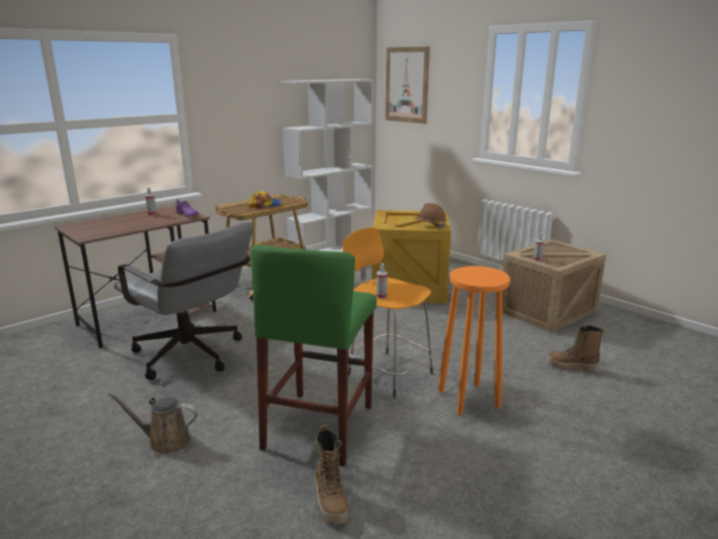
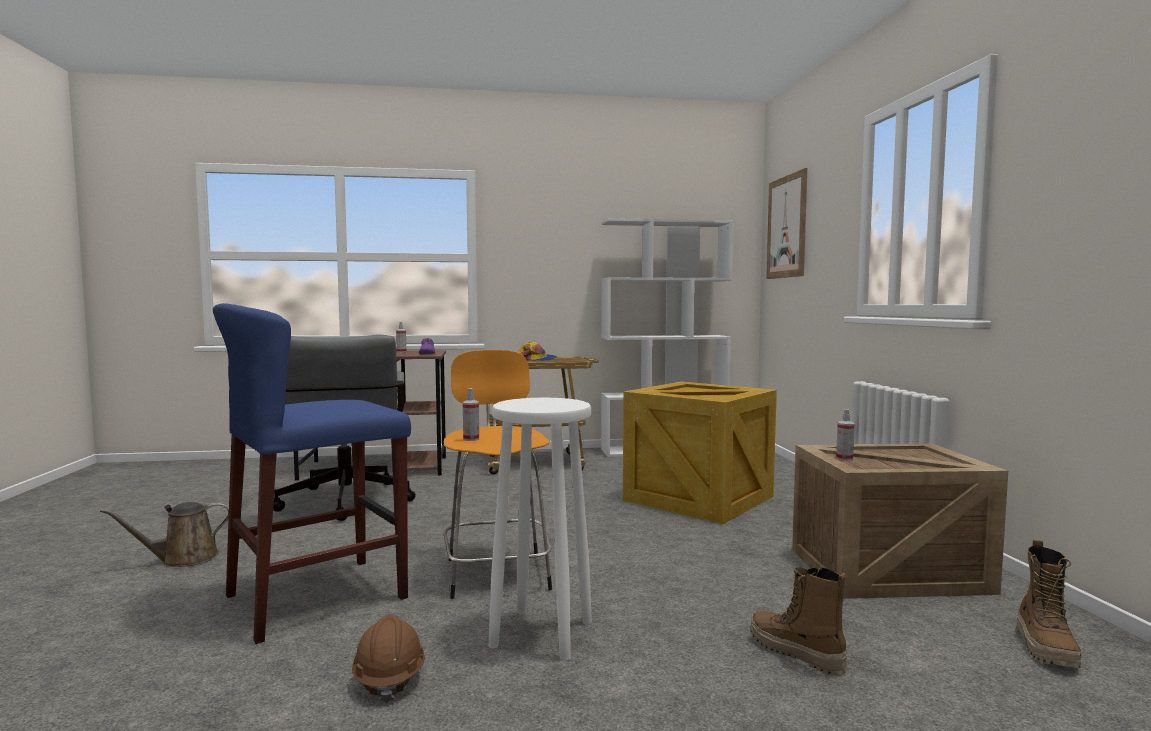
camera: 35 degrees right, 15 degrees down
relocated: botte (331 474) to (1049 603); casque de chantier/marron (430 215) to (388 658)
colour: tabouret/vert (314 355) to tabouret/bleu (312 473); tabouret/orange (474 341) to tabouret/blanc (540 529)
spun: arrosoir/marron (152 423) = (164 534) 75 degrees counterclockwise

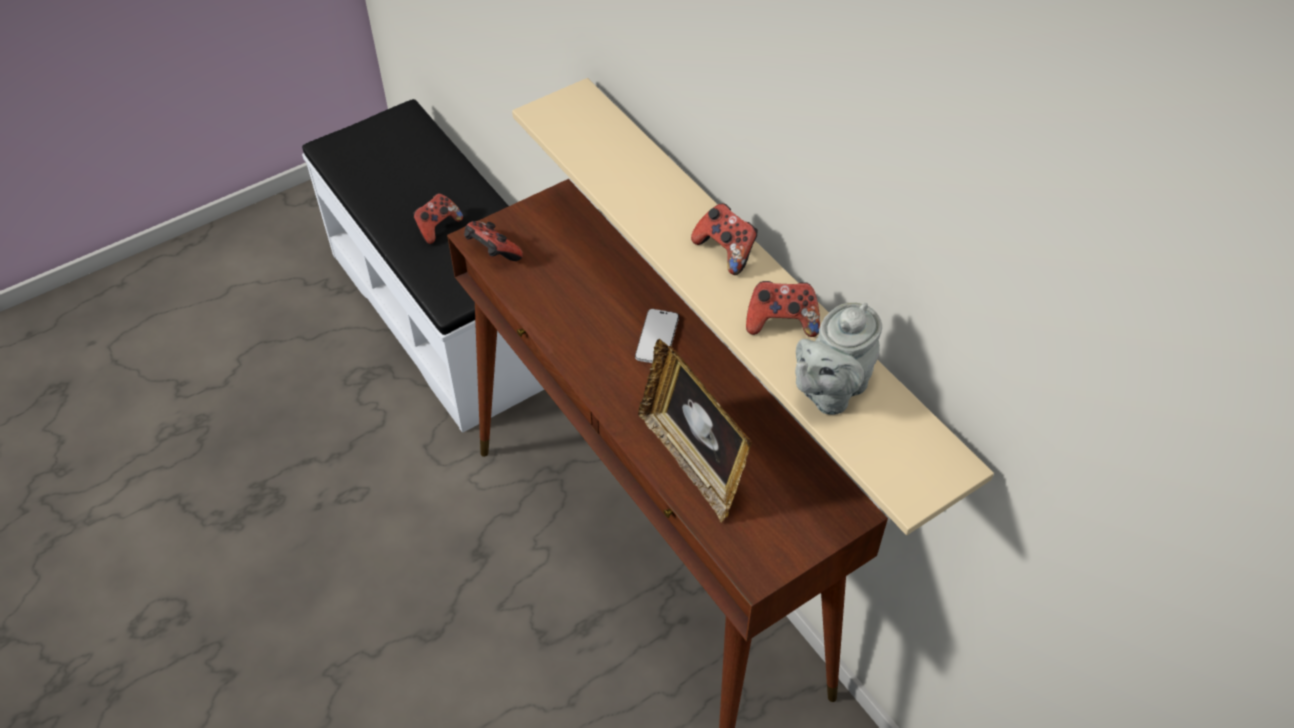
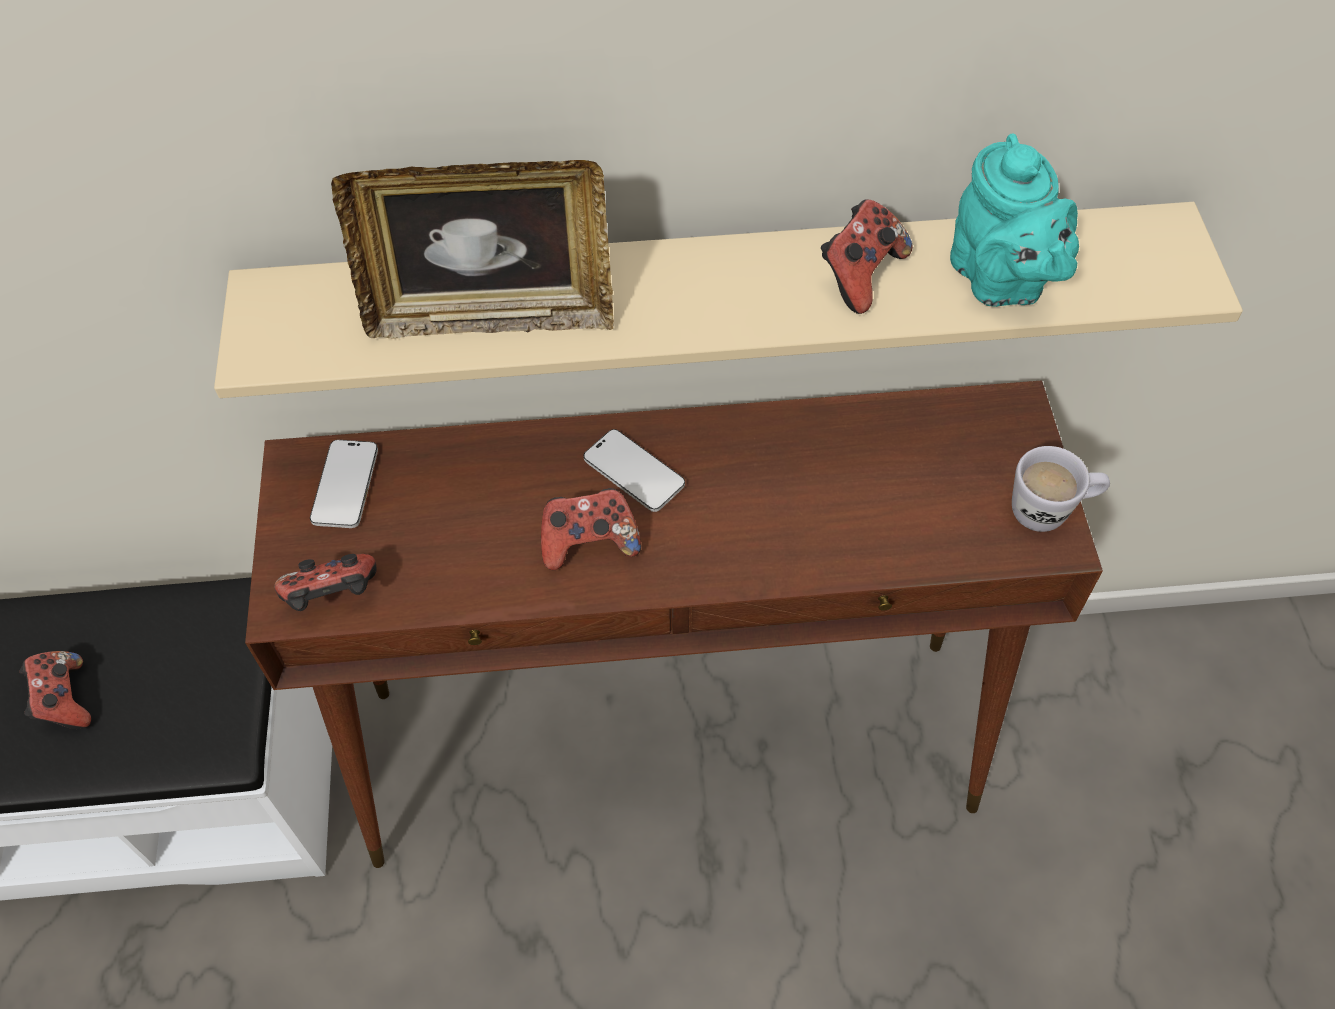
camera: 60 degrees left, 5 degrees up
appeared: téléphone (344 484); mug/blanc (1061 489)
relocated: cadre photo (695 431) to (472 249); manette (724 239) to (591 529)
colour: théière/gris (838 358) to théière/turquoise (1014 220)

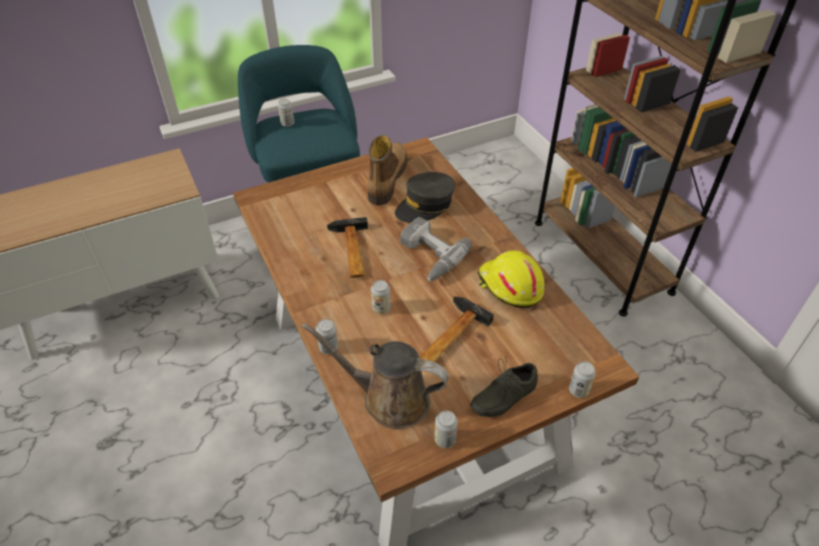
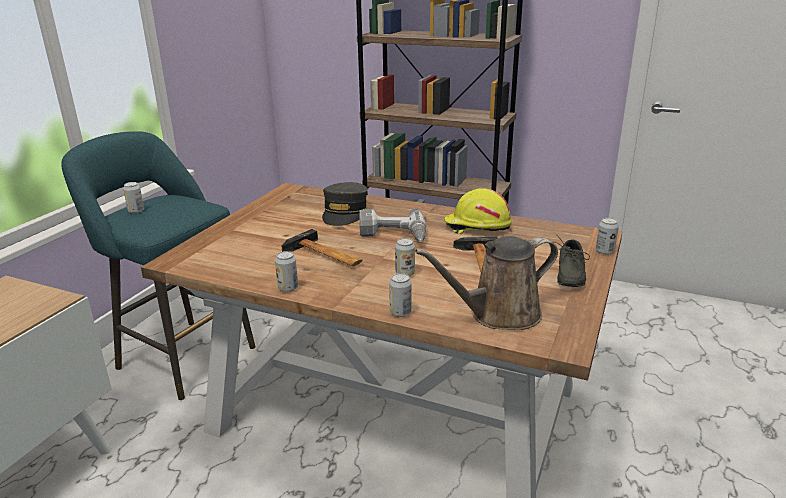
camera: 40 degrees left, 20 degrees down
missing: botte (387 170)
relocated: boîte métallique (446 429) to (286 271)

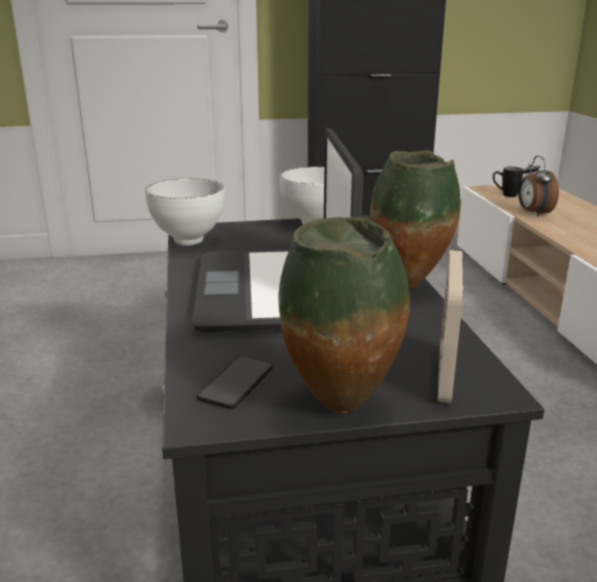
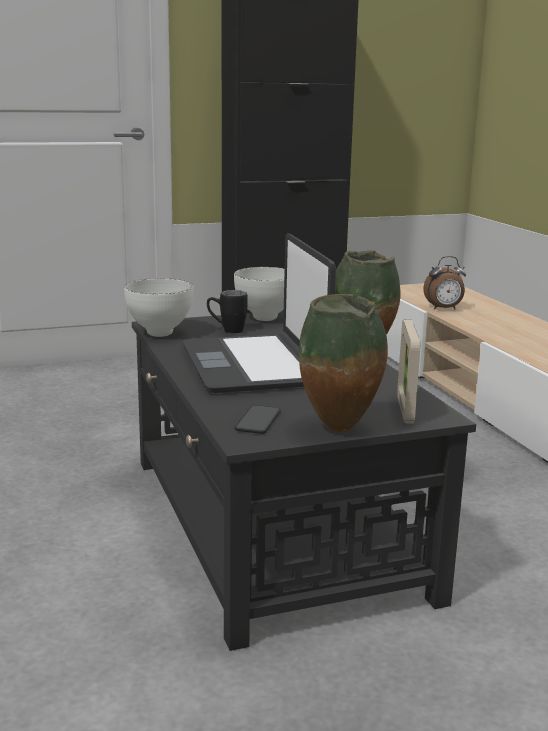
camera: 10 degrees left, 5 degrees down
relocated: mug/noir (508 182) to (227 311)
spun: réveil (538 186) = (444 283) 75 degrees counterclockwise

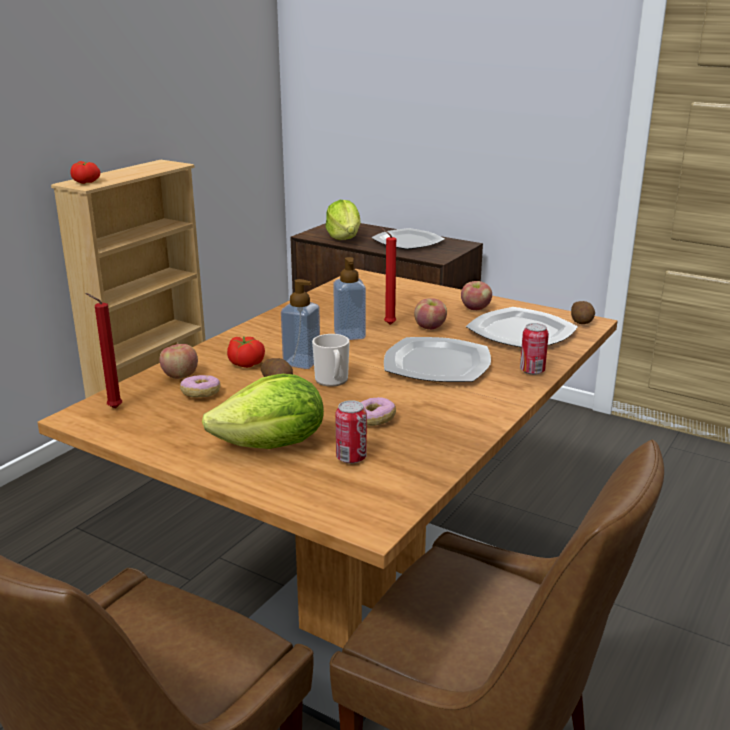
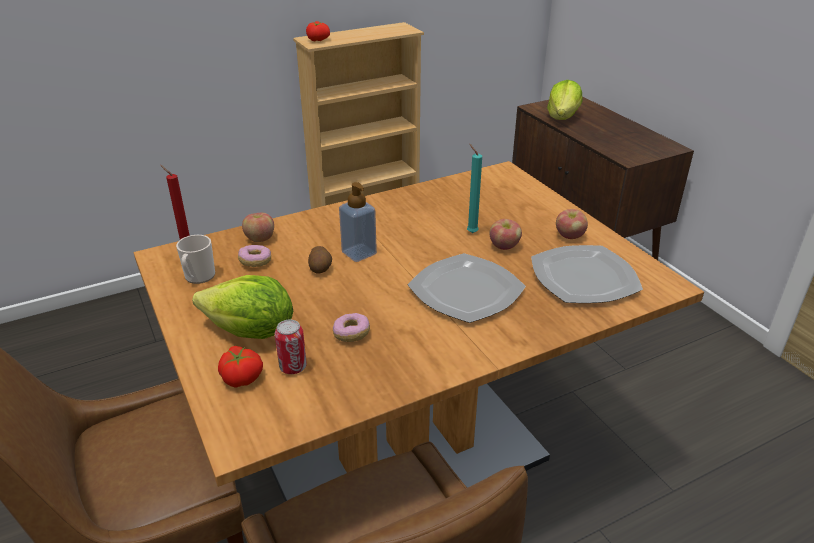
camera: 30 degrees right, 10 degrees up
missing: distributeur de savon (349 298); assiette (408 239); boîte métallique (534 349); pomme de terre (583 312)
relocated: tomate (246 352) to (240 367); mug (331 360) to (195 259)
colour: bougie/rouge (388 276) to bougie/turquoise (474 188)

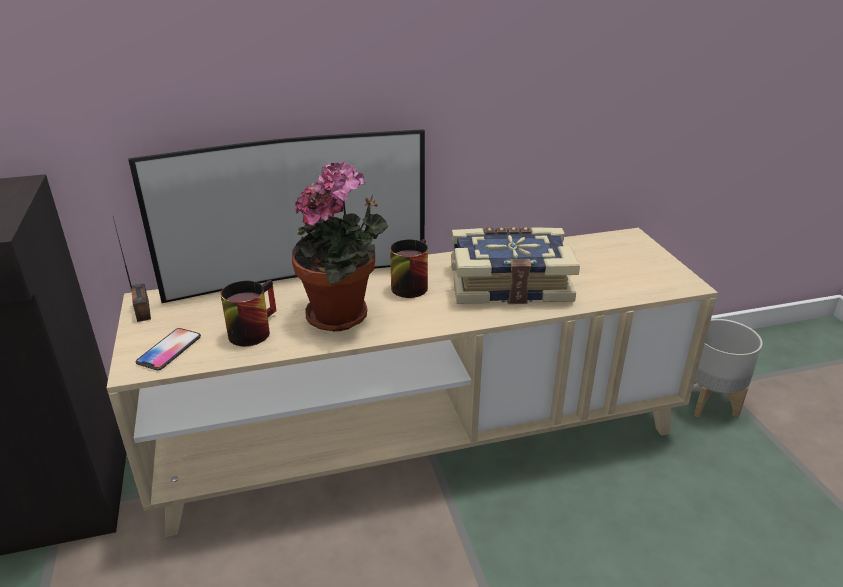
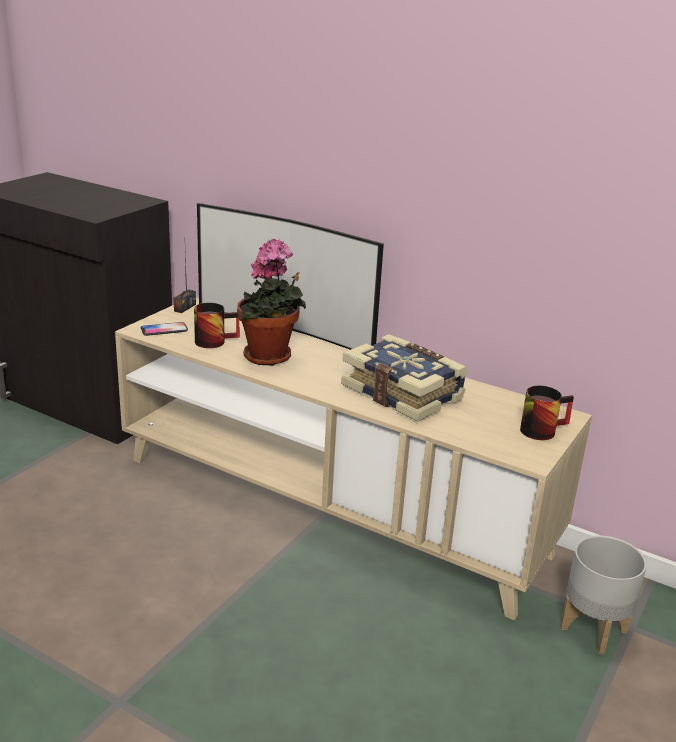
camera: 45 degrees right, 5 degrees down
relocated: mug (409 268) to (547 413)

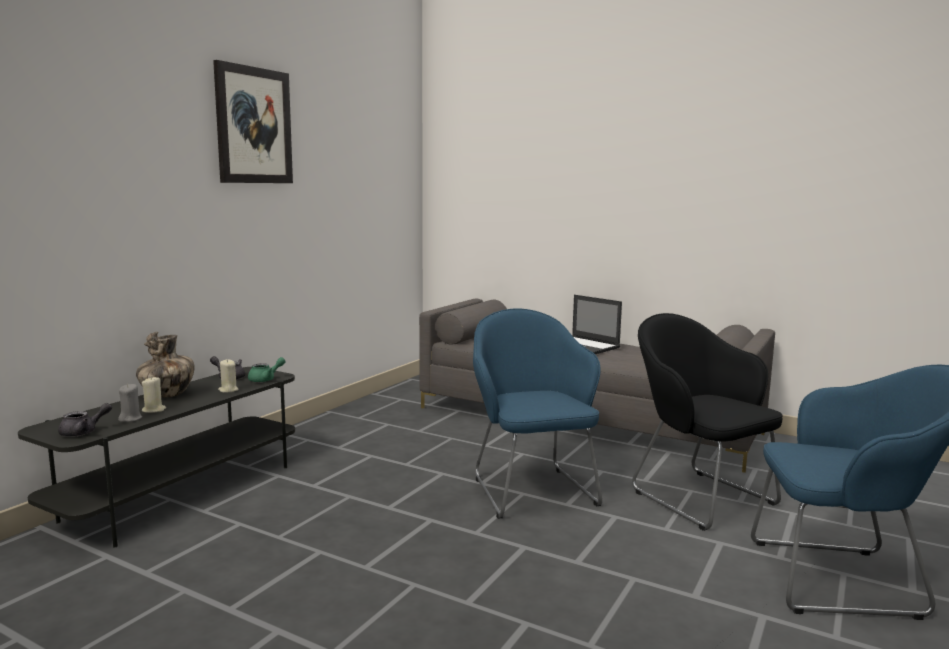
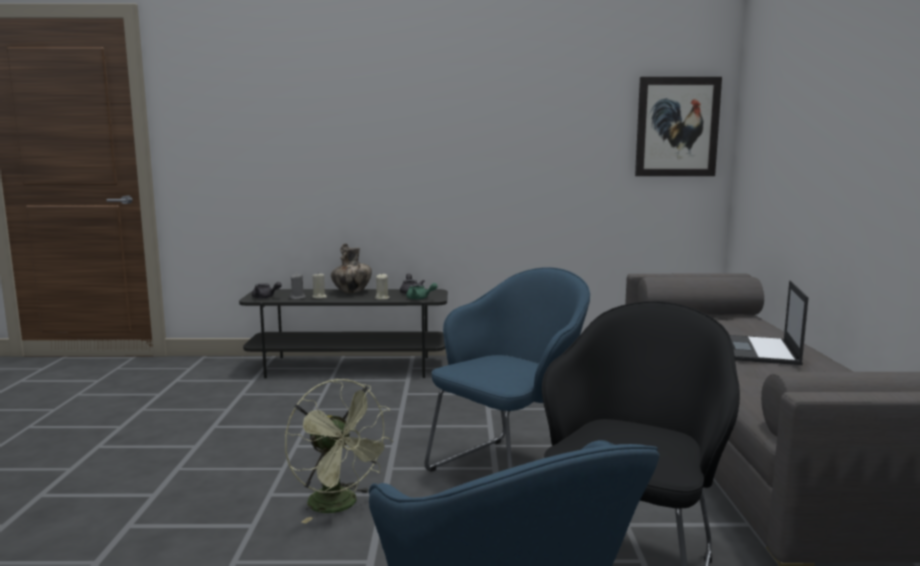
camera: 60 degrees right, 0 degrees up
appeared: ventilateur/vert (339 451)
relocated: tableau (253 121) to (678 126)

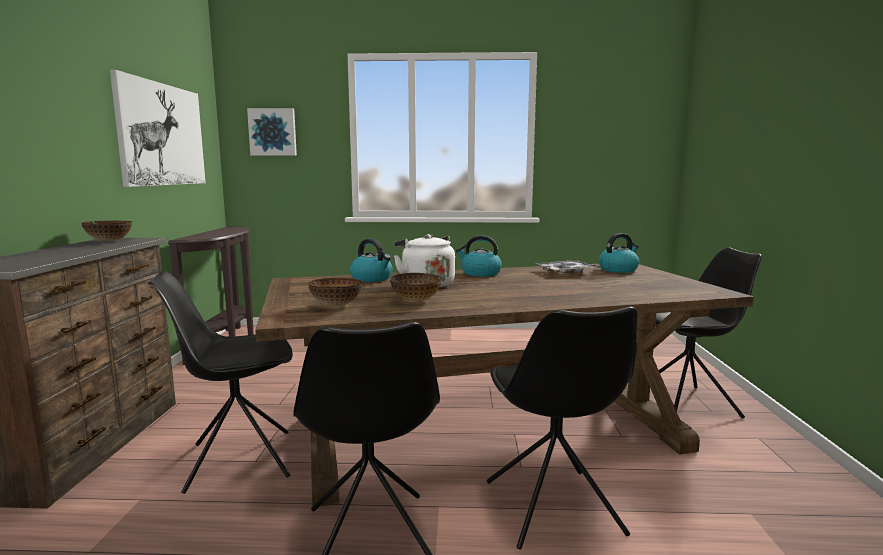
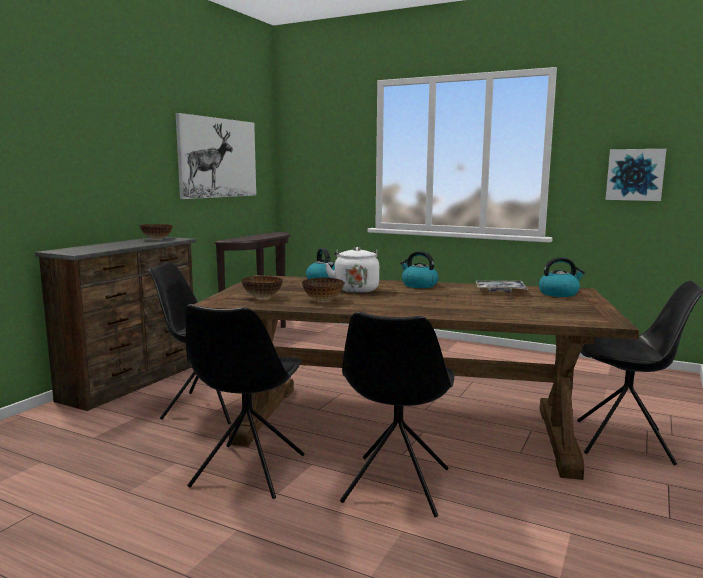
camera: 25 degrees right, 0 degrees up
relocated: tableau (272 132) to (635 175)

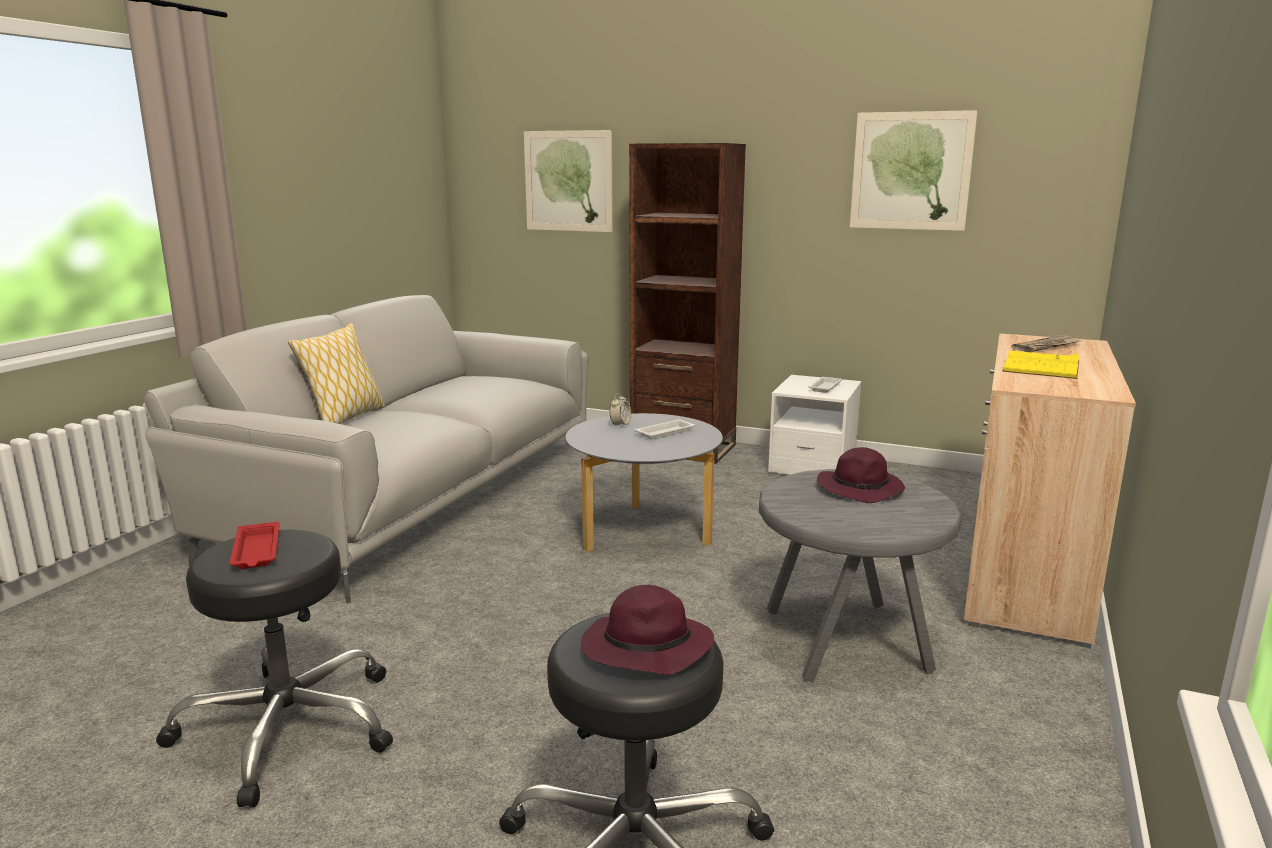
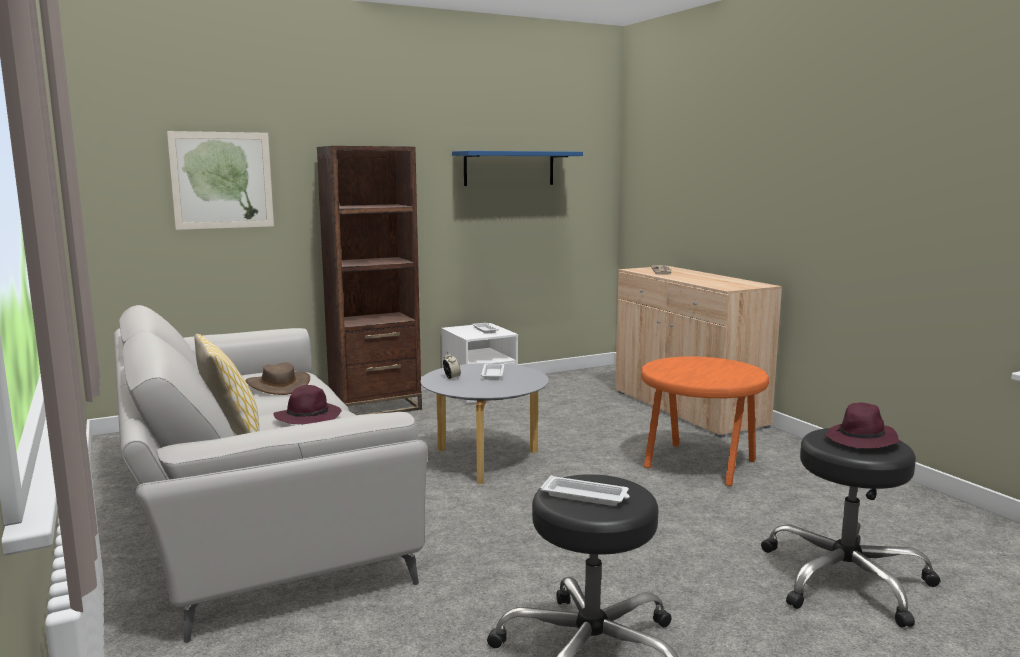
camera: 50 degrees left, 5 degrees down
missing: livre/jaune (1040 364)
appeared: chapeau/marron (278 379)
relocated: chapeau/violet (861 475) to (308 404)
exchanged: tableau (913 170) to étagère/bleu (517 168)
colour: plateau/rouge (255 545) to plateau/blanc (585 490); table d'appoint/gris (860 575) to table d'appoint/orange (705 421)

